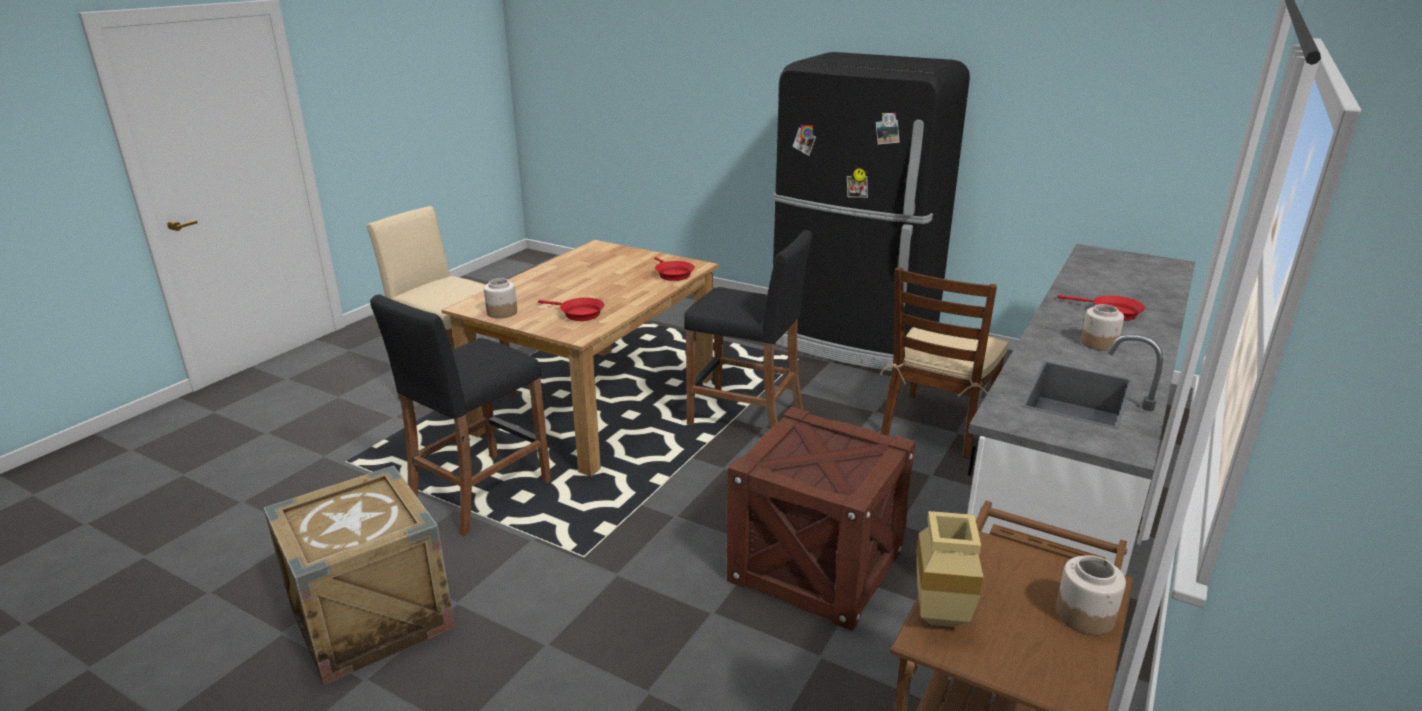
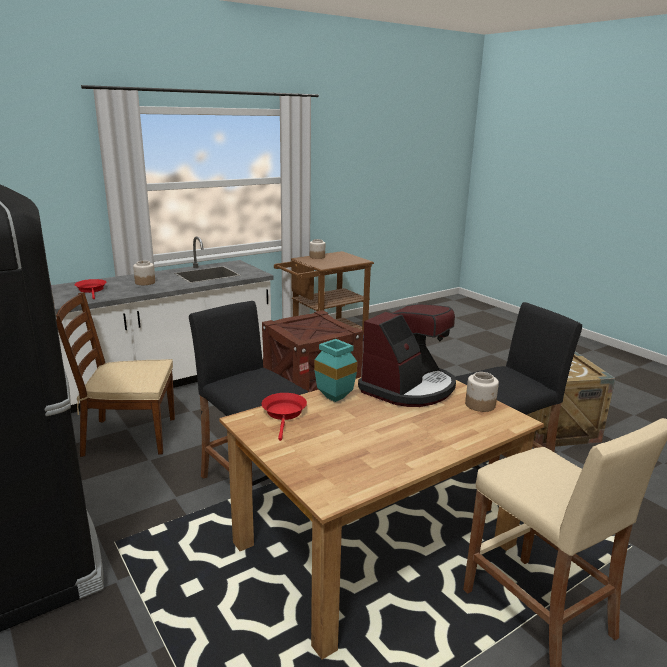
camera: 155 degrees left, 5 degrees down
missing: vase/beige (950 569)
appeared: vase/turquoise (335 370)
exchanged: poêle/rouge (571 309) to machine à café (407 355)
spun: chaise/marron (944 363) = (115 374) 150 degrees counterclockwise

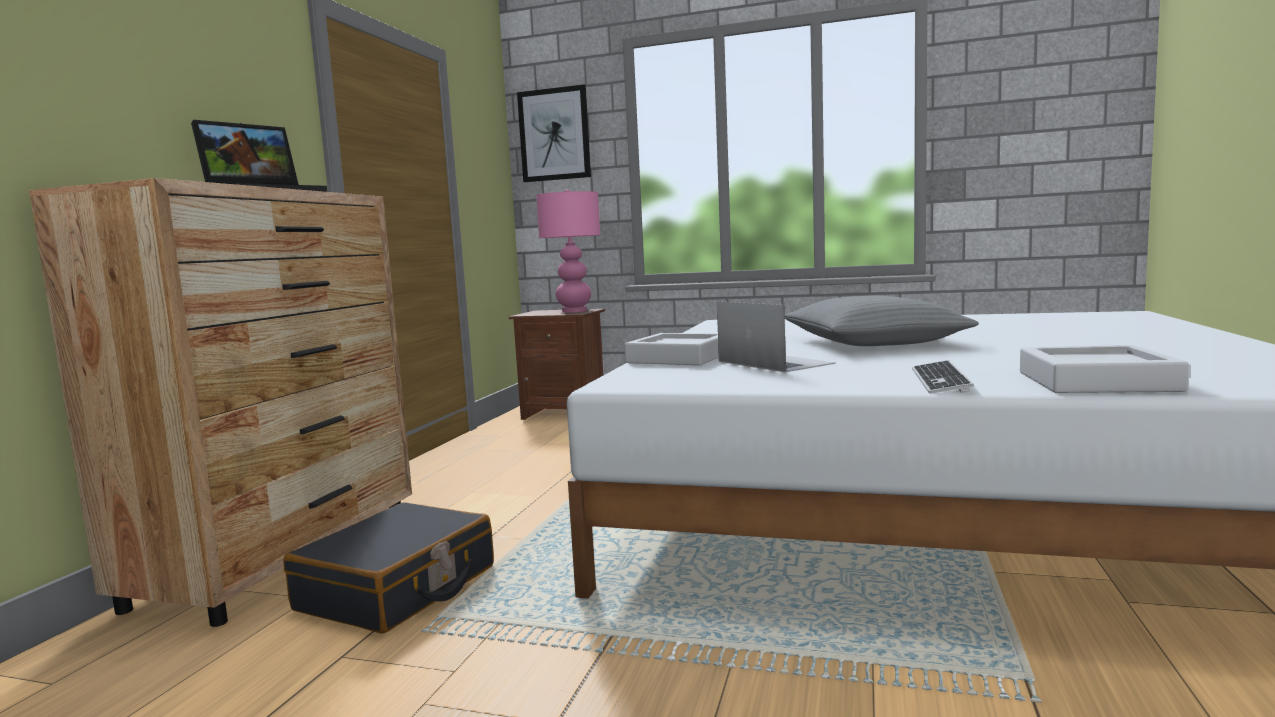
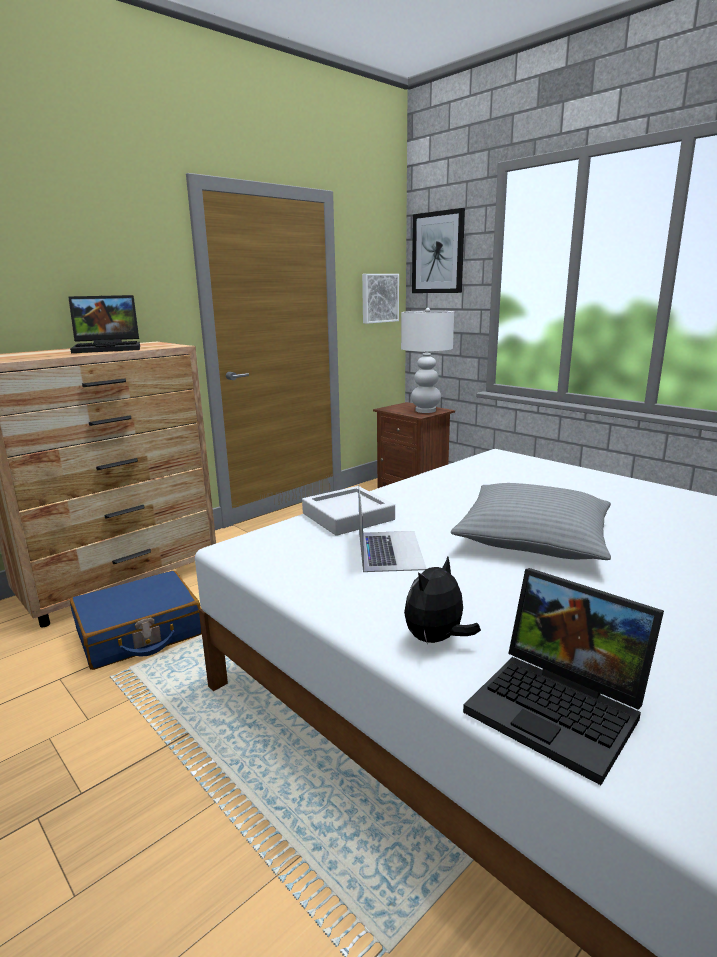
camera: 30 degrees right, 10 degrees up
appeared: tableau (380 299)
exchanged: clavier (943 377) to peluche (442 600); plateau/gris (1104 369) to ordinateur portable (563 676)
colour: valise/noir (388 568) to valise/bleu (136 620); lampe de table/rose (568 251) to lampe de table/blanc (427 360)

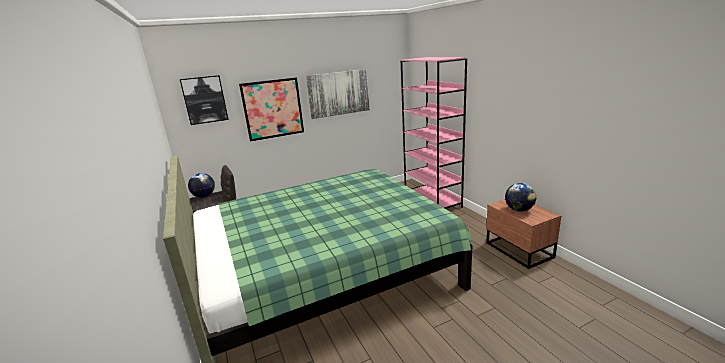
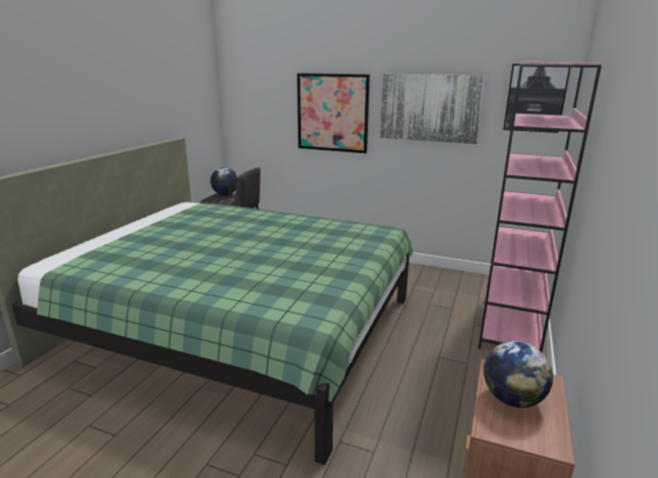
camera: 45 degrees right, 0 degrees up
relocated: tableau (204 100) to (537 98)

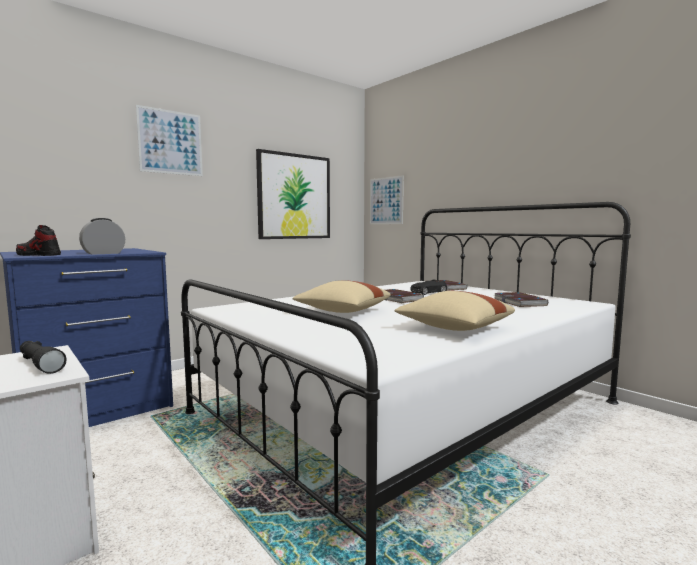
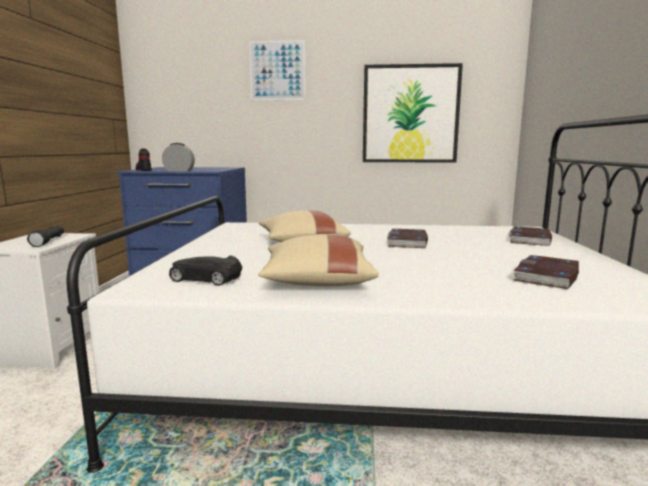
camera: 45 degrees right, 5 degrees up
missing: tableau (387 199)
relocated: petite voiture/noir (428 287) to (205 271)

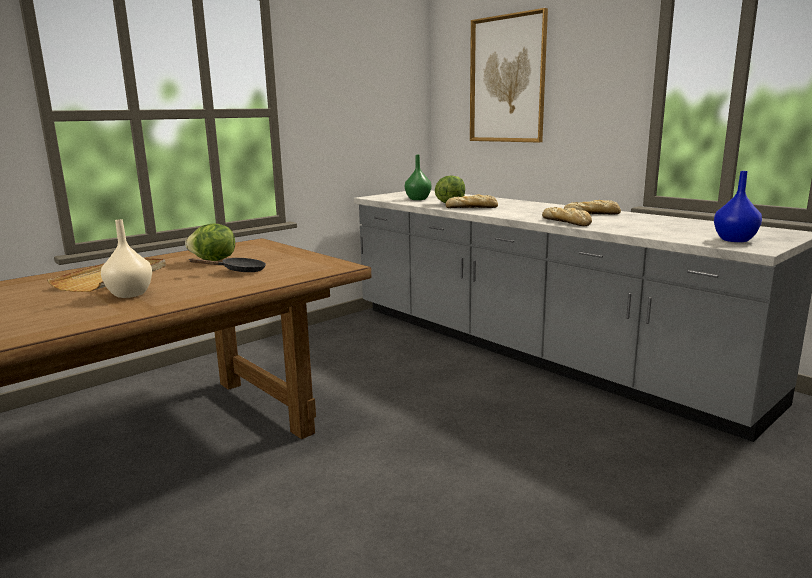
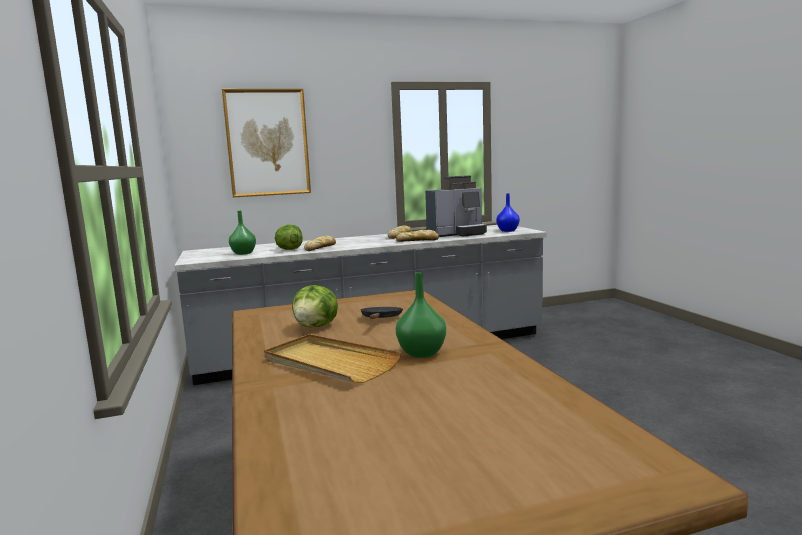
camera: 65 degrees left, 5 degrees down
appeared: machine à café (456 206)
colour: vase/beige (126 258) to vase/vert (421 315)

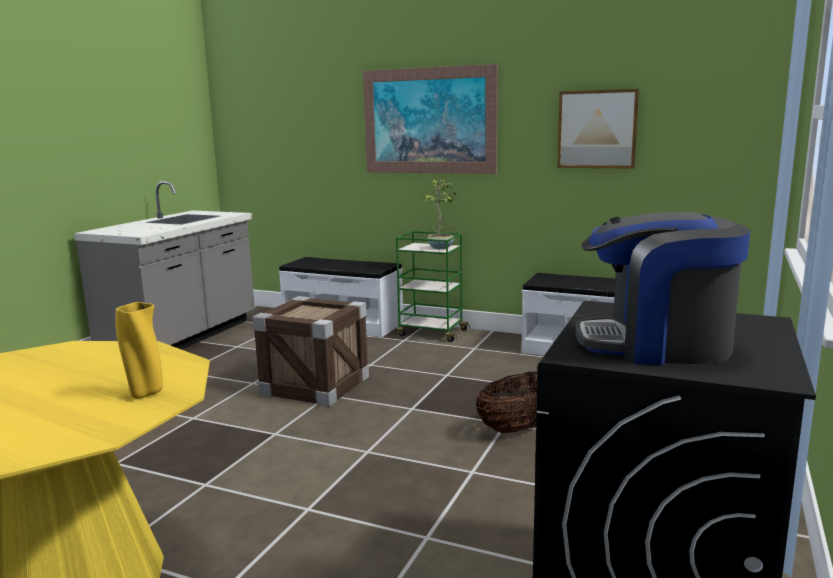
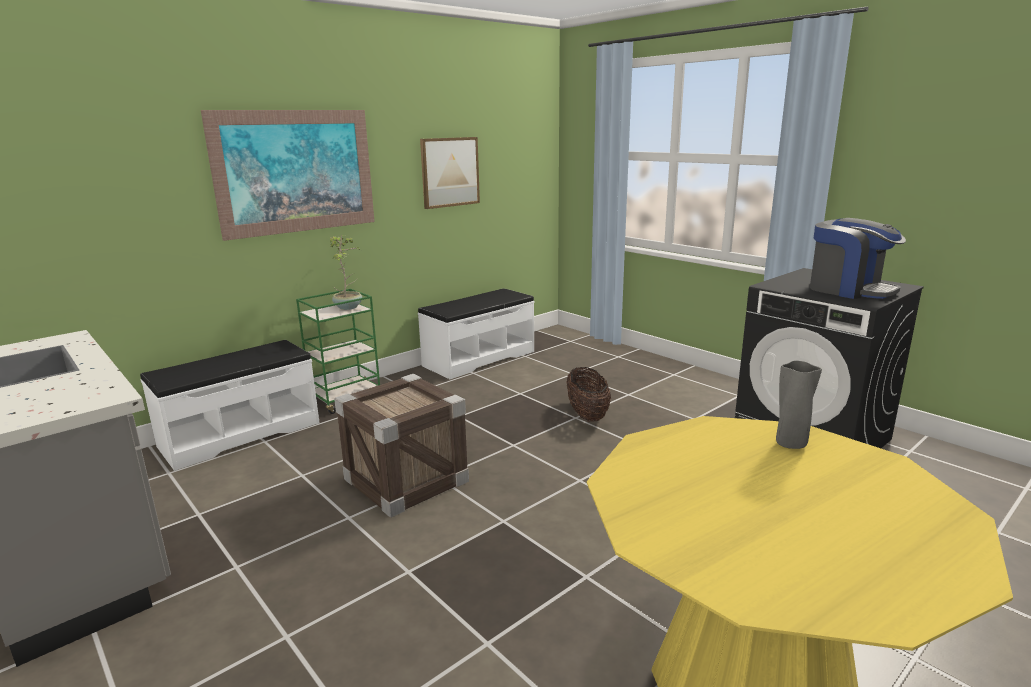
camera: 65 degrees left, 5 degrees up
colour: vase/jaune (139 350) to vase/gris (799 405)
spun: machine à café (662 288) = (858 258) 75 degrees counterclockwise

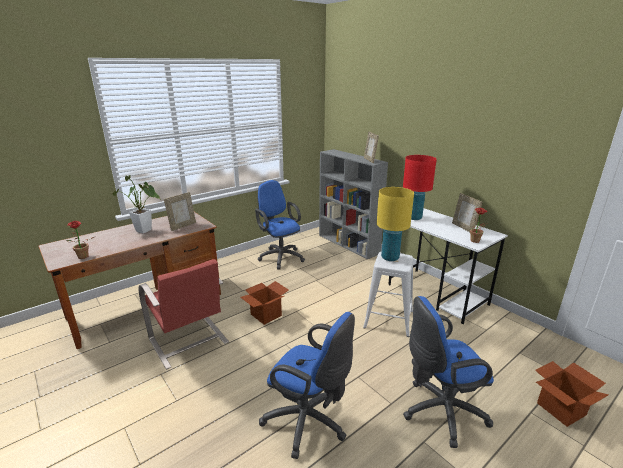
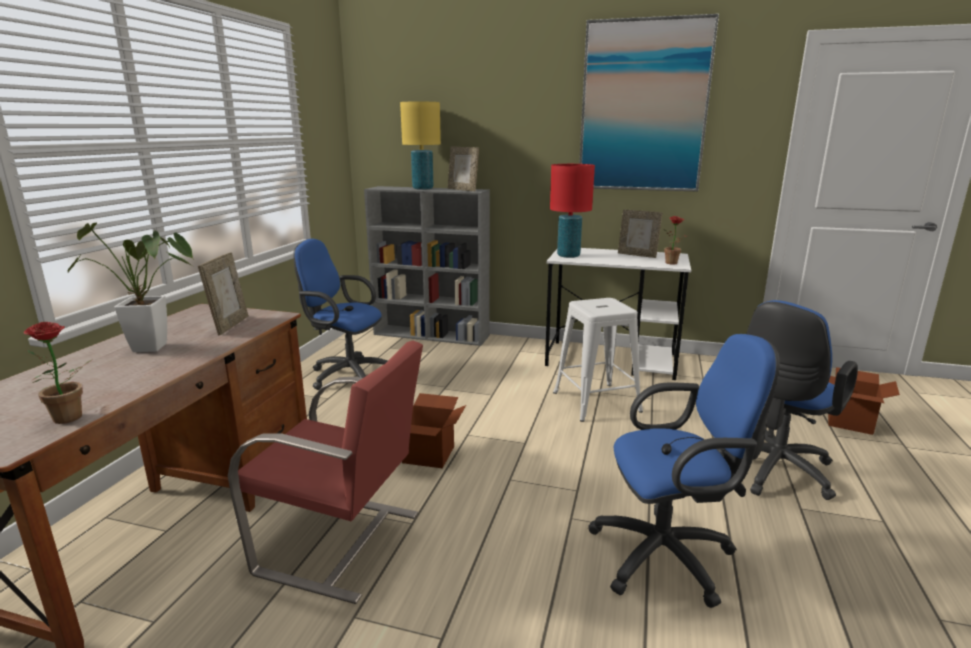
camera: 35 degrees left, 5 degrees down
appeared: tableau (649 103)
relocated: lampe de table/jaune (395 224) to (420 145)

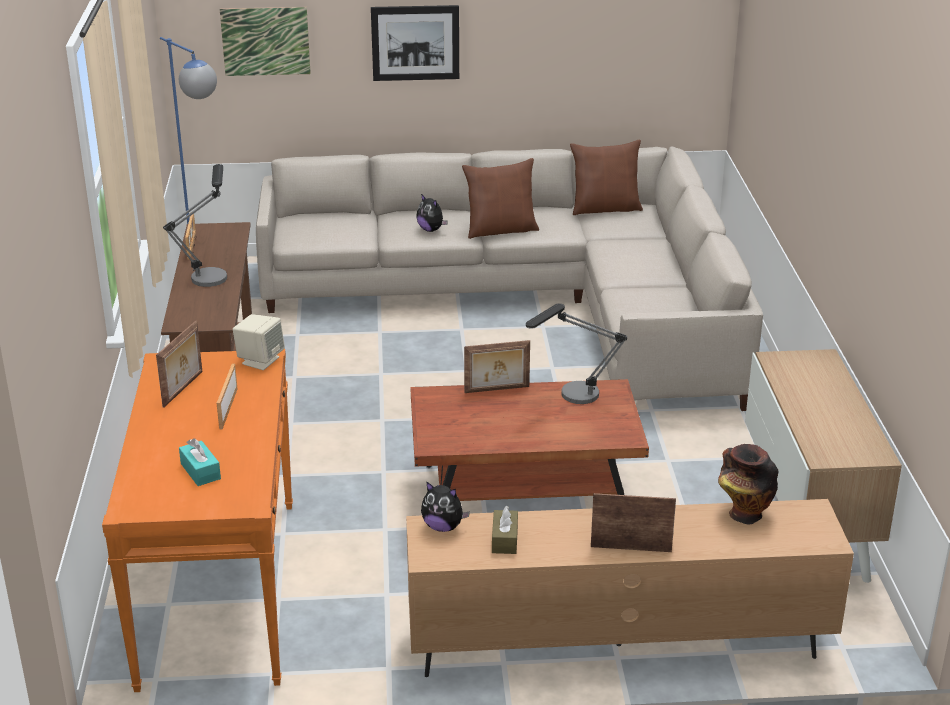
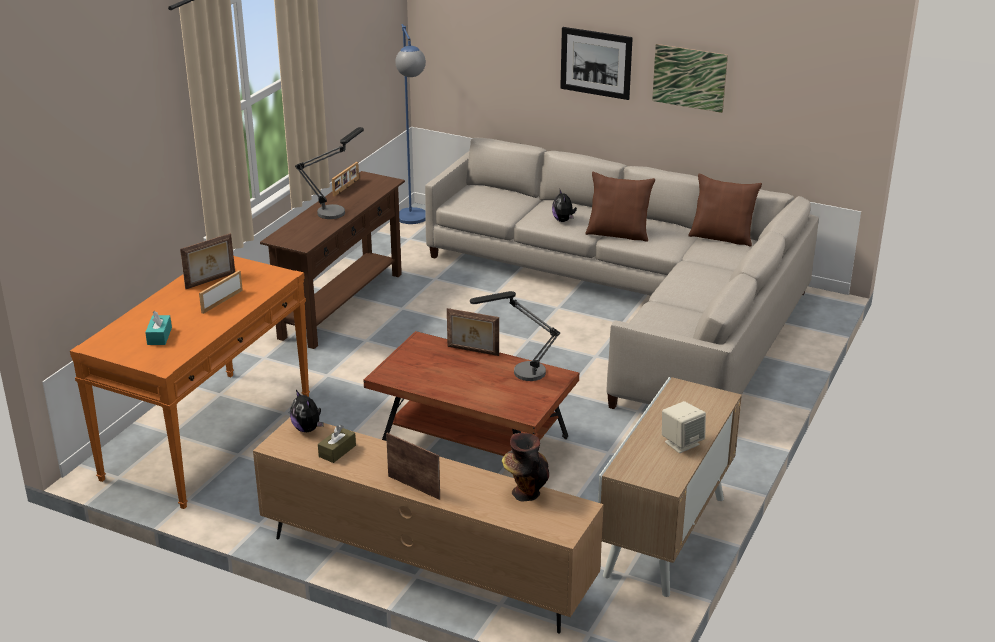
camera: 30 degrees right, 0 degrees up
relocated: tableau (265 41) to (690 78); enceinte/beige (259 342) to (684 427)

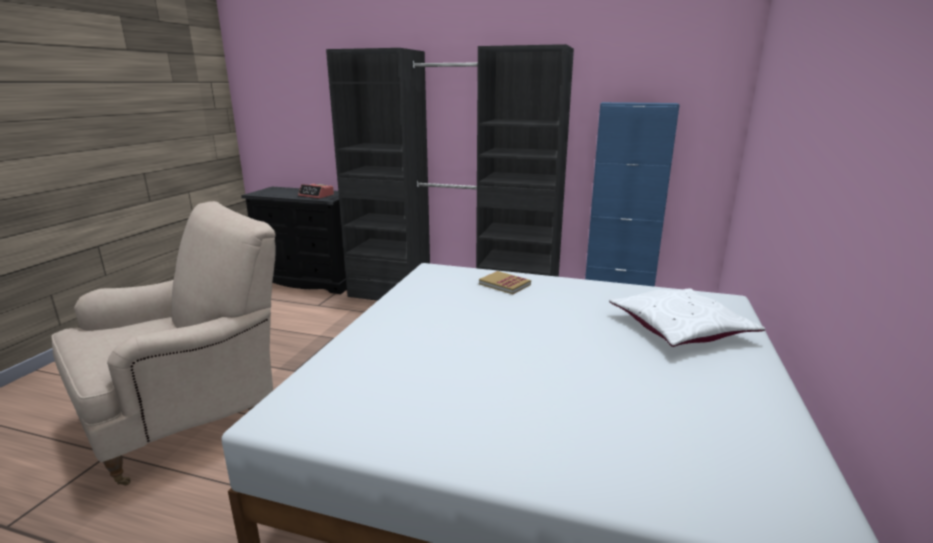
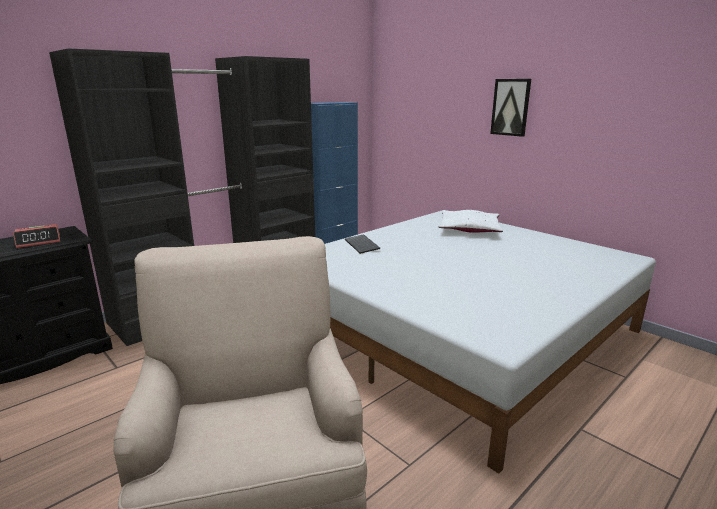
camera: 60 degrees left, 0 degrees up
appeared: tableau (510 108)
exchanged: livre (505 282) to clavier (362 244)

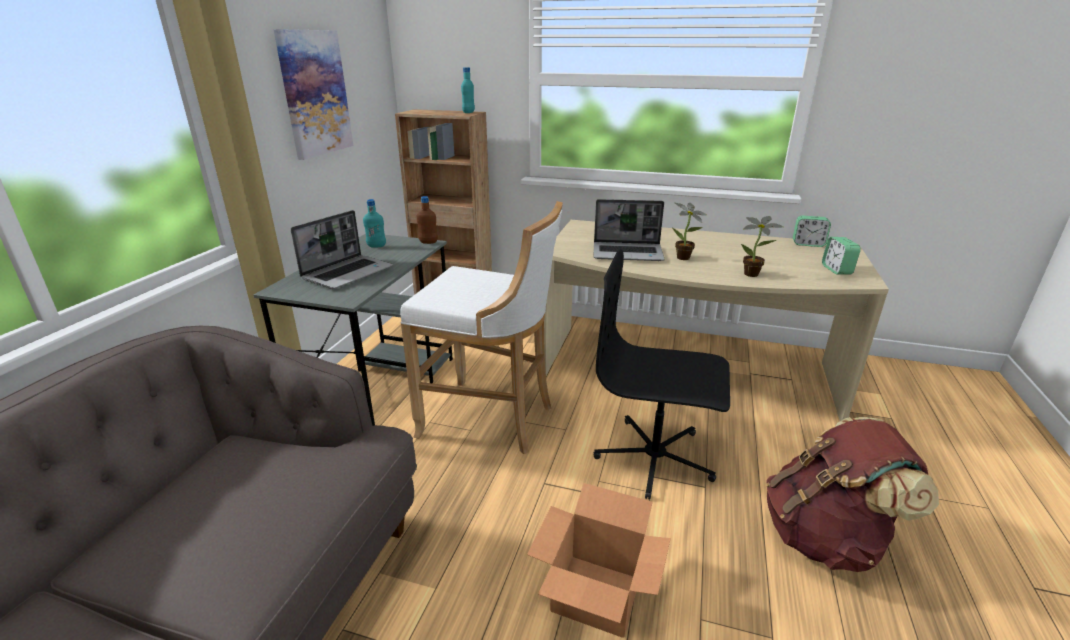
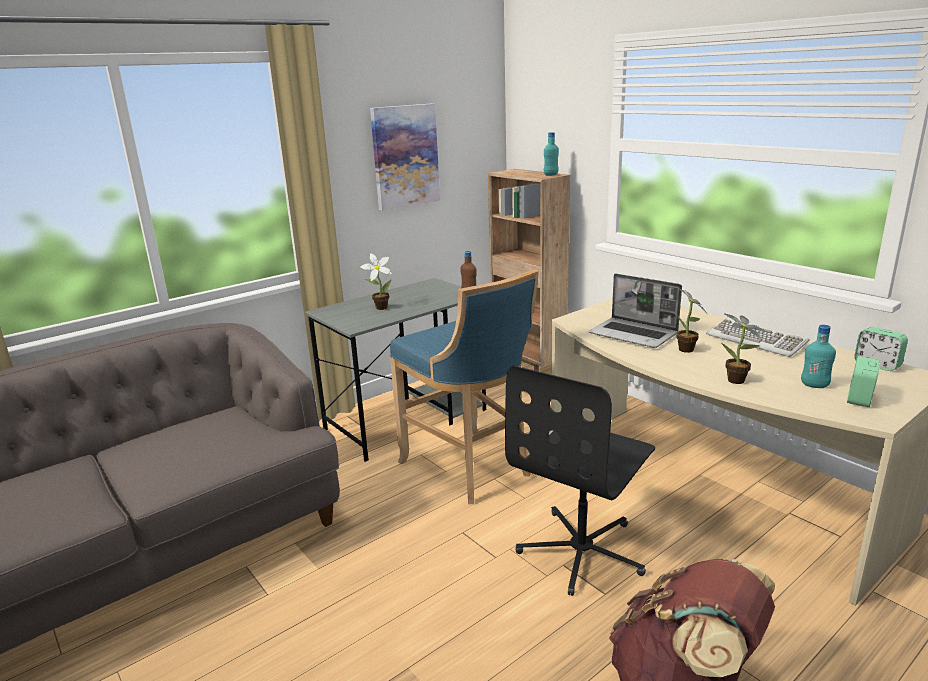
camera: 35 degrees right, 5 degrees down
missing: carton (599 560)
appeared: clavier (758 337)
relocated: bouteille/turquoise (374 223) to (818 356)
exchanged: ordinateur portable (342 249) to plante en pot (376 281)
colour: tabouret/blanc (481 327) to tabouret/bleu (464 386)
spun: chaise de bureau/noir (661 374) = (580 481) 105 degrees counterclockwise

